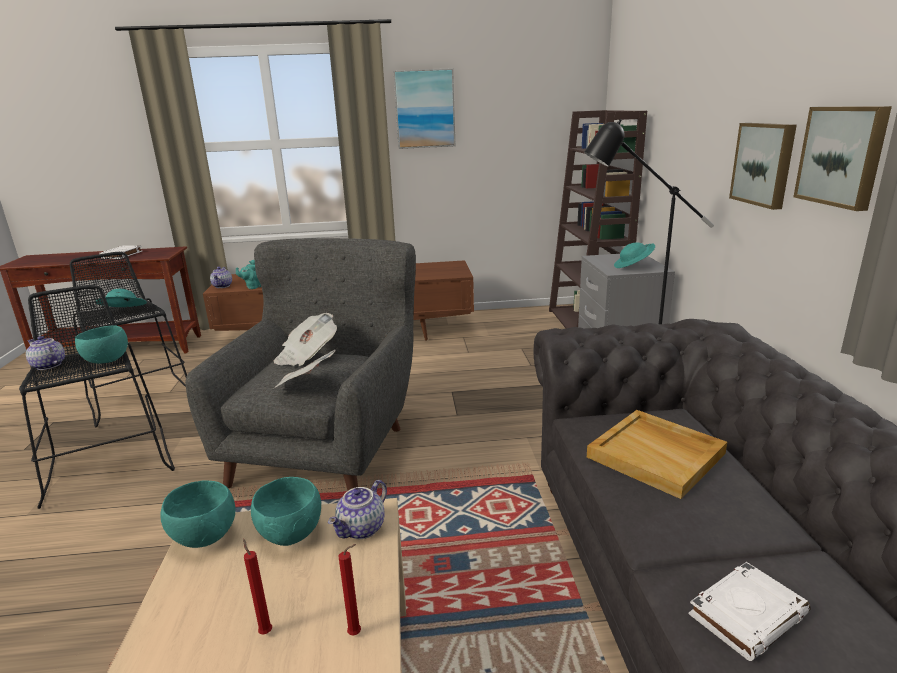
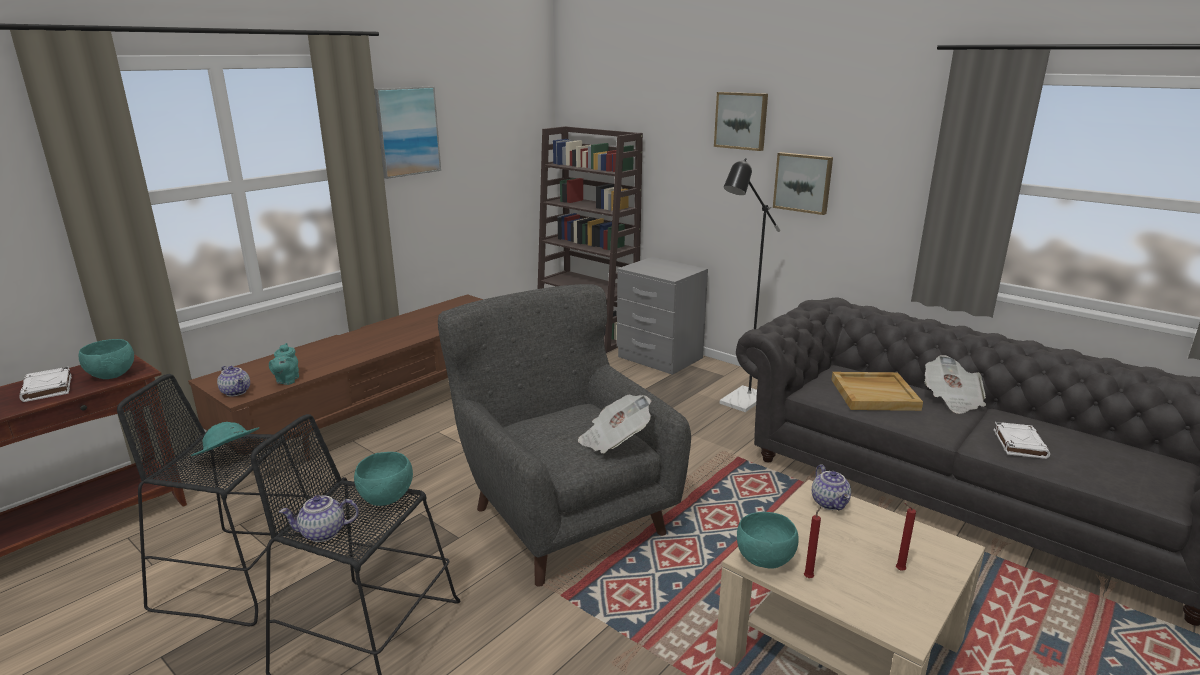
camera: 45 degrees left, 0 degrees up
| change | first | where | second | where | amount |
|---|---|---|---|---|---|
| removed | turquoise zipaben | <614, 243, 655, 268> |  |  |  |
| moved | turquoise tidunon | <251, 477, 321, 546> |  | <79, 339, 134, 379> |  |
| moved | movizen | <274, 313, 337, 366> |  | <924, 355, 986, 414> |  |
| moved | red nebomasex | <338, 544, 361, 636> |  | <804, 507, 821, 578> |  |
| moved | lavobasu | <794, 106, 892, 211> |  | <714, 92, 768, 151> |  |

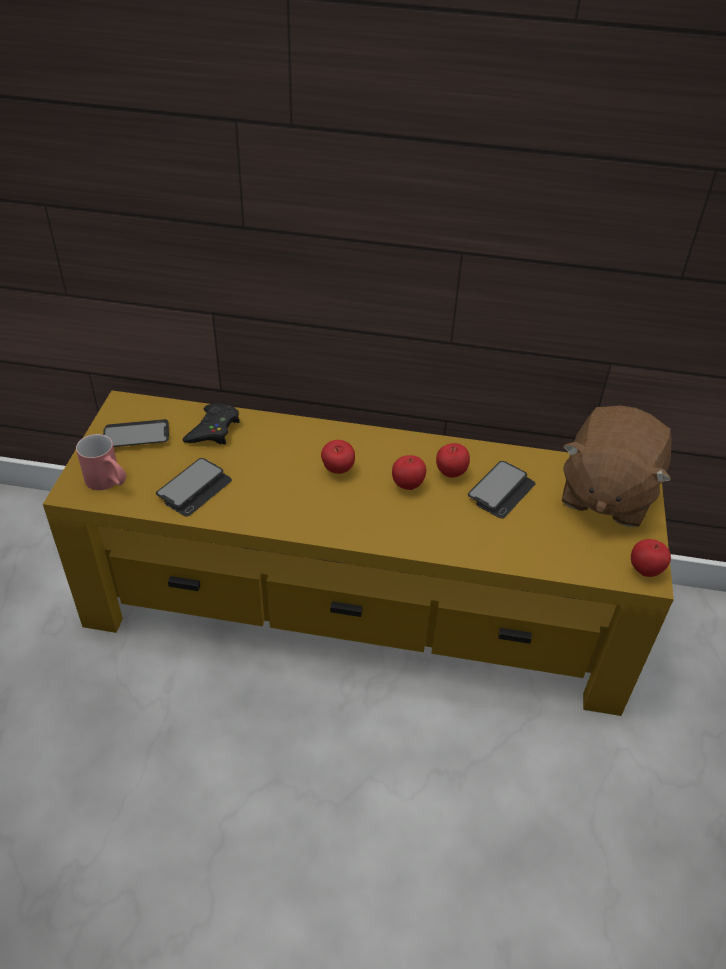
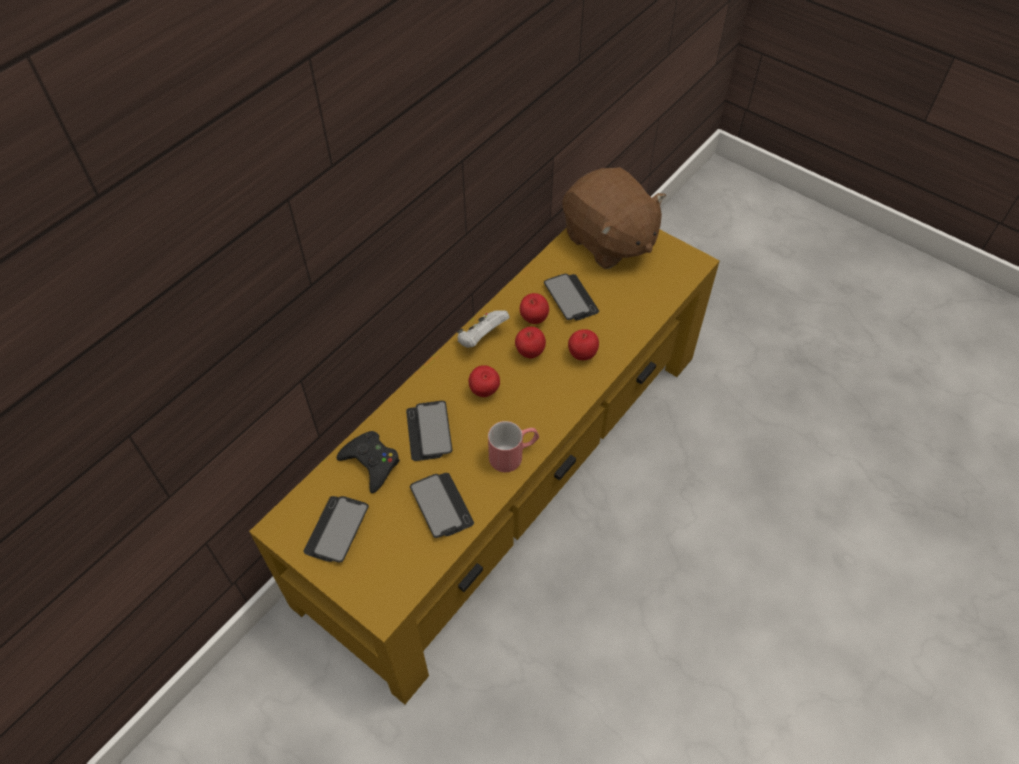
camera: 60 degrees left, 10 degrees up
| change | first | where | second | where | amount |
|---|---|---|---|---|---|
| added |  |  | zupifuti | <406, 401, 453, 461> |  |
| added |  |  | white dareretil | <457, 310, 510, 348> |  |
| moved | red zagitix | <76, 434, 126, 490> |  | <488, 421, 539, 472> |  |
| moved | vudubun | <631, 539, 671, 577> |  | <568, 329, 599, 360> |  |

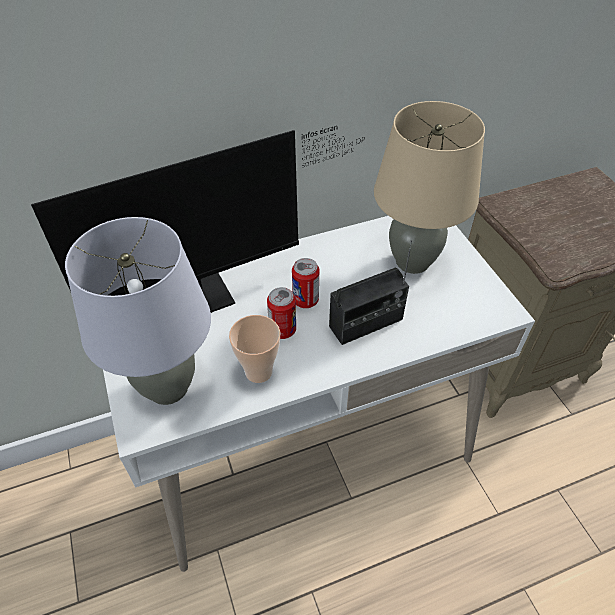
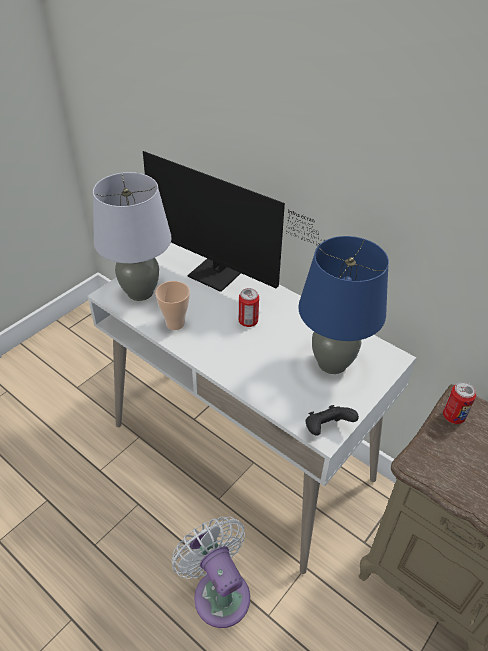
camera: 60 degrees right, 5 degrees down
| change | first | where | second | where | amount |
|---|---|---|---|---|---|
| removed | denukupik | <329, 240, 412, 345> |  |  |  |
| added |  |  | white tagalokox | <172, 516, 250, 628> |  |
| added |  |  | black dareretil | <305, 405, 359, 436> |  |
| moved | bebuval | <267, 287, 296, 339> |  | <443, 382, 476, 424> |  |
| recoloured | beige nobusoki | <374, 101, 485, 274> | blue nobusoki | <298, 236, 389, 374> |  |

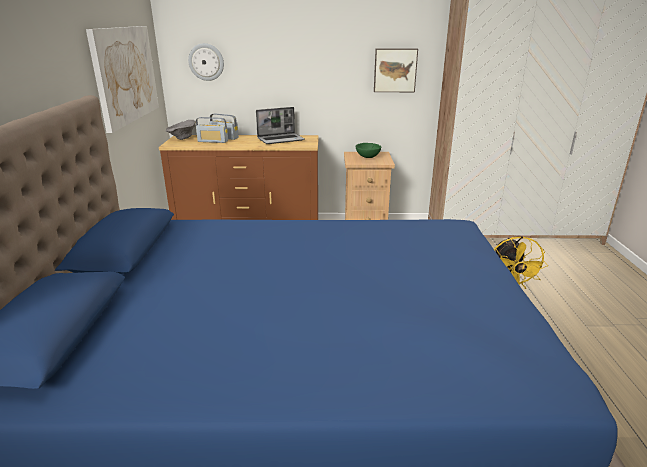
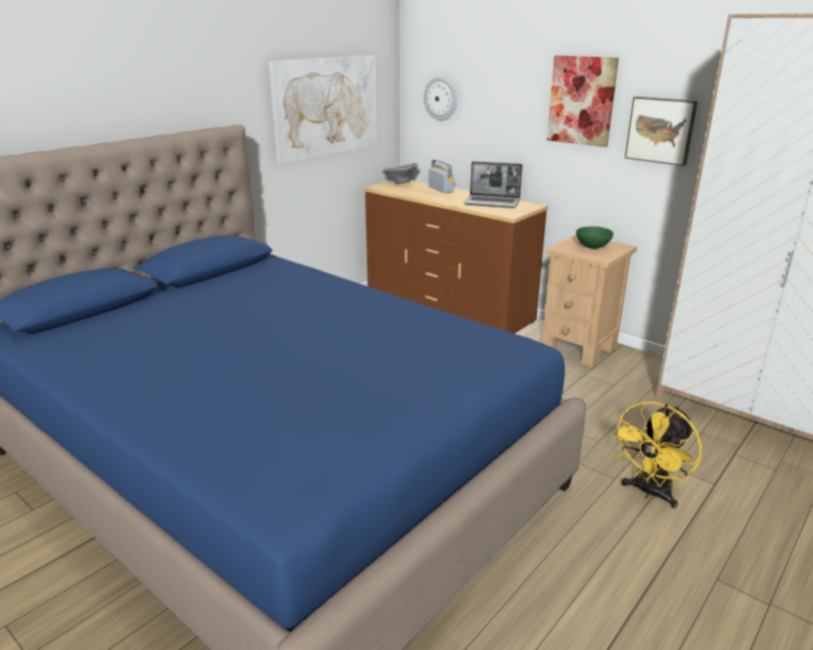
camera: 40 degrees right, 0 degrees up
| change | first | where | second | where | amount |
|---|---|---|---|---|---|
| removed | denukupik | <196, 117, 228, 143> |  |  |  |
| added |  |  | lavobasu | <547, 55, 619, 147> |  |

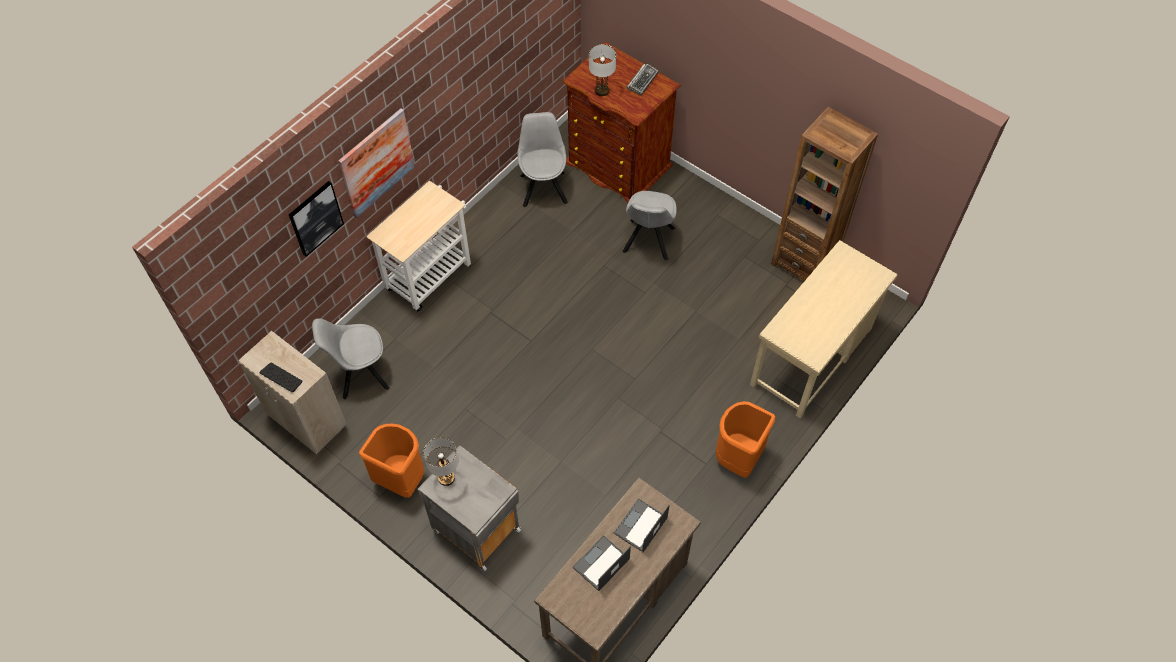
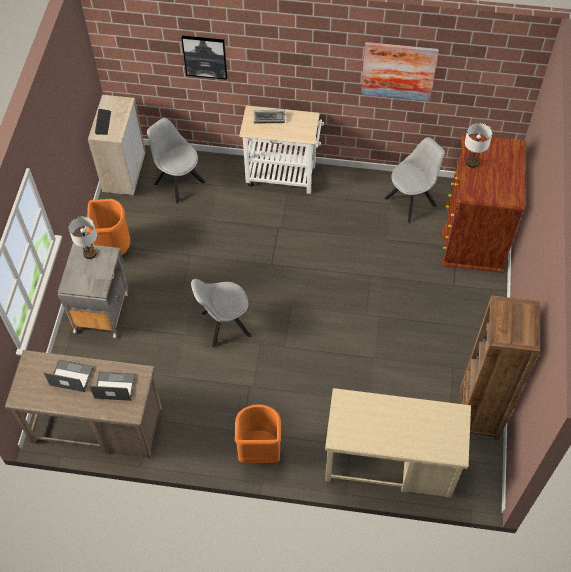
camera: 60 degrees right, 0 degrees up
| change | first | where | second | where | amount |
|---|---|---|---|---|---|
| moved | lavobasu | <338, 108, 415, 218> |  | <361, 42, 439, 102> |  |
| moved | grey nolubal | <623, 191, 677, 261> |  | <191, 279, 251, 347> |  |
| moved | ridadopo | <626, 64, 659, 96> |  | <254, 110, 285, 123> |  |

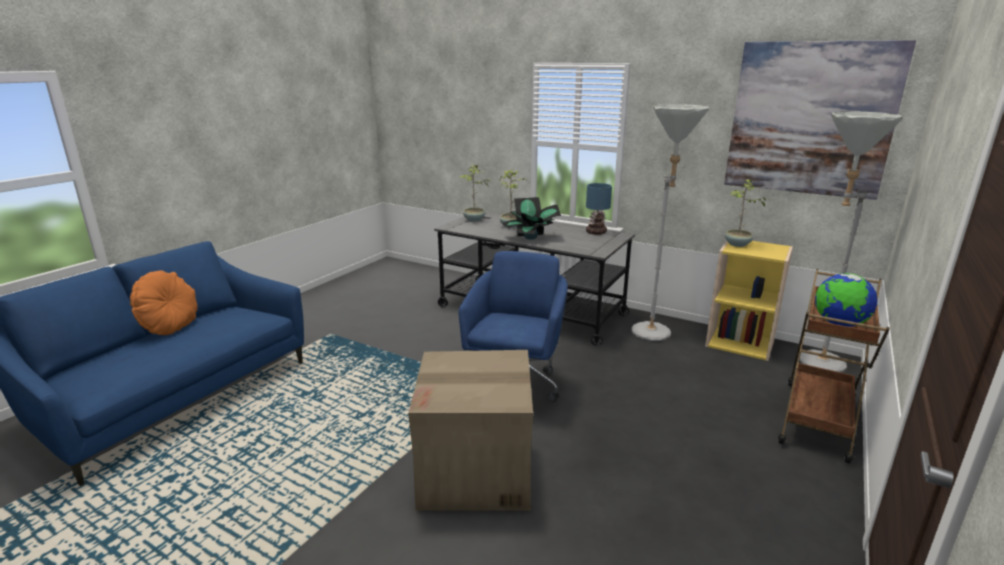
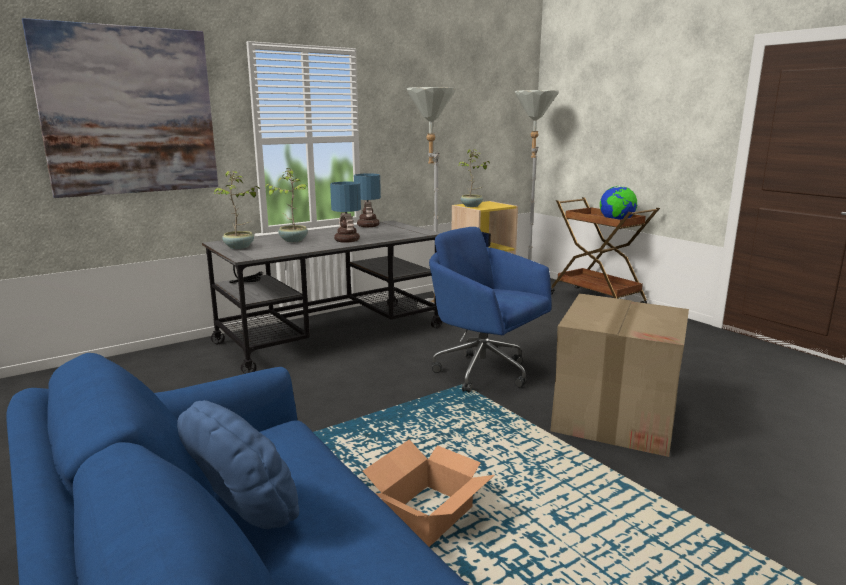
camera: 65 degrees left, 5 degrees down
| change | first | where | second | where | amount |
|---|---|---|---|---|---|
| added |  |  | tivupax | <363, 439, 495, 547> |  |
| moved | lavobasu | <724, 40, 916, 200> |  | <22, 18, 218, 198> |  |
| replaced | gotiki | <503, 197, 561, 239> | nobusoki | <330, 182, 361, 243> |  |
| recoloured | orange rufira | <130, 270, 198, 335> | blue rufira | <177, 400, 299, 529> |  |

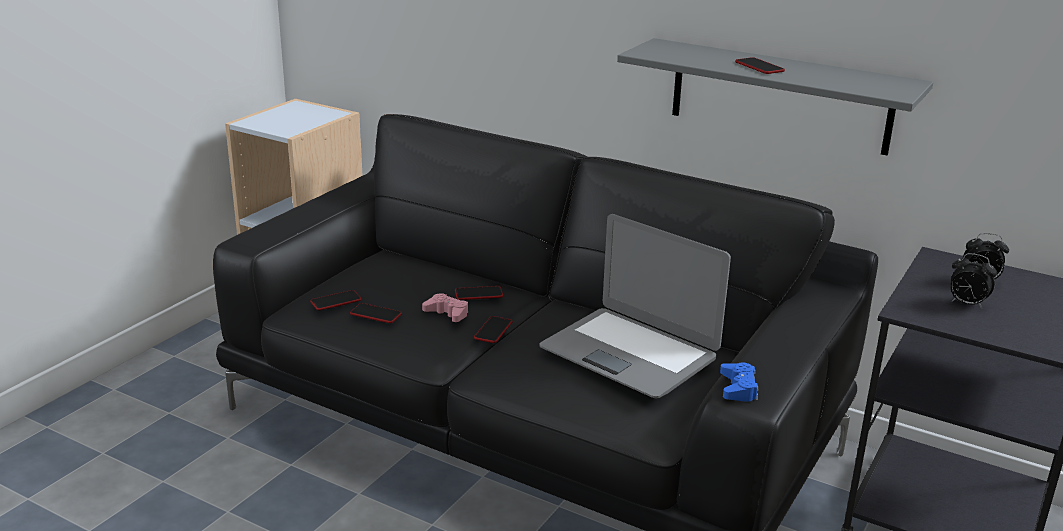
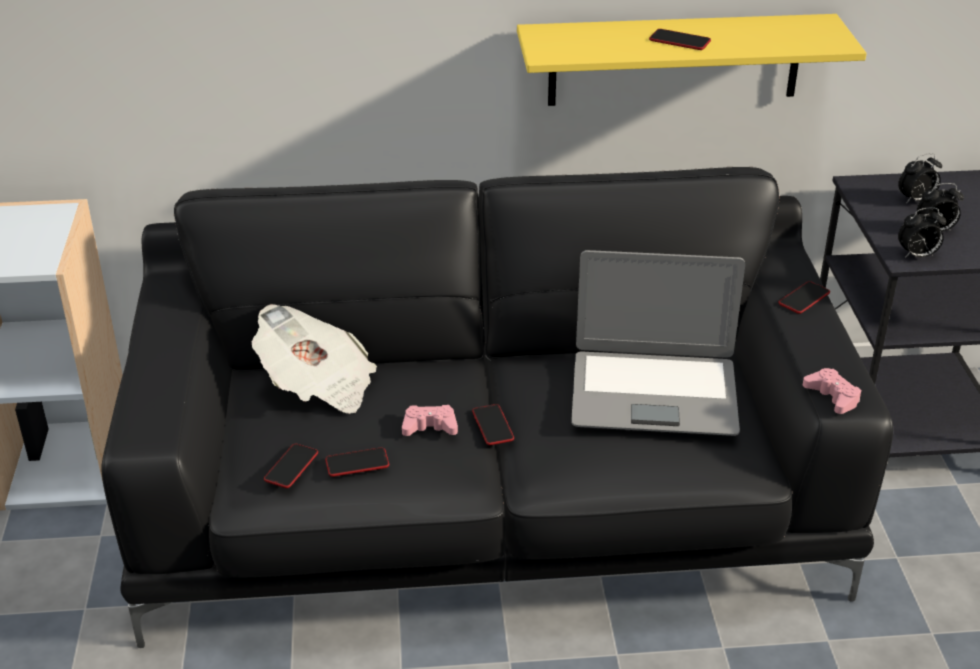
camera: 35 degrees left, 10 degrees up
| change | first | where | second | where | amount |
|---|---|---|---|---|---|
| added |  |  | movizen | <251, 304, 377, 414> |  |
| added |  |  | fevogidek | <898, 207, 946, 258> |  |
| moved | zupifuti | <455, 286, 503, 300> |  | <778, 281, 830, 314> |  |
| recoloured | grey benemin | <617, 38, 933, 155> | yellow benemin | <517, 14, 867, 106> |  |
| recoloured | blue dareretil | <720, 362, 759, 402> | pink dareretil | <803, 368, 861, 414> |  |

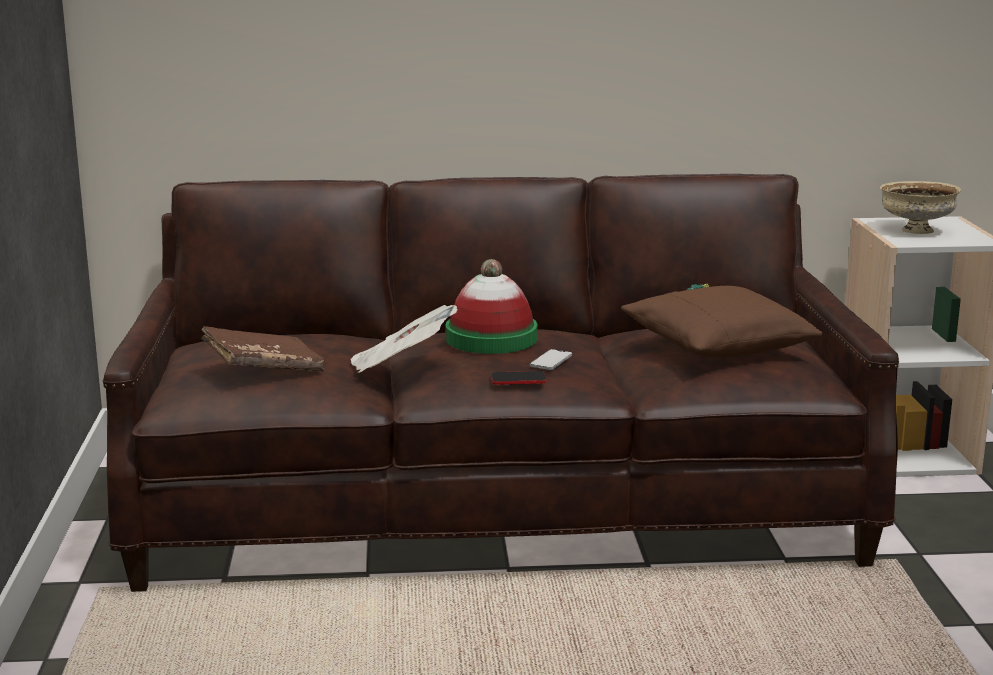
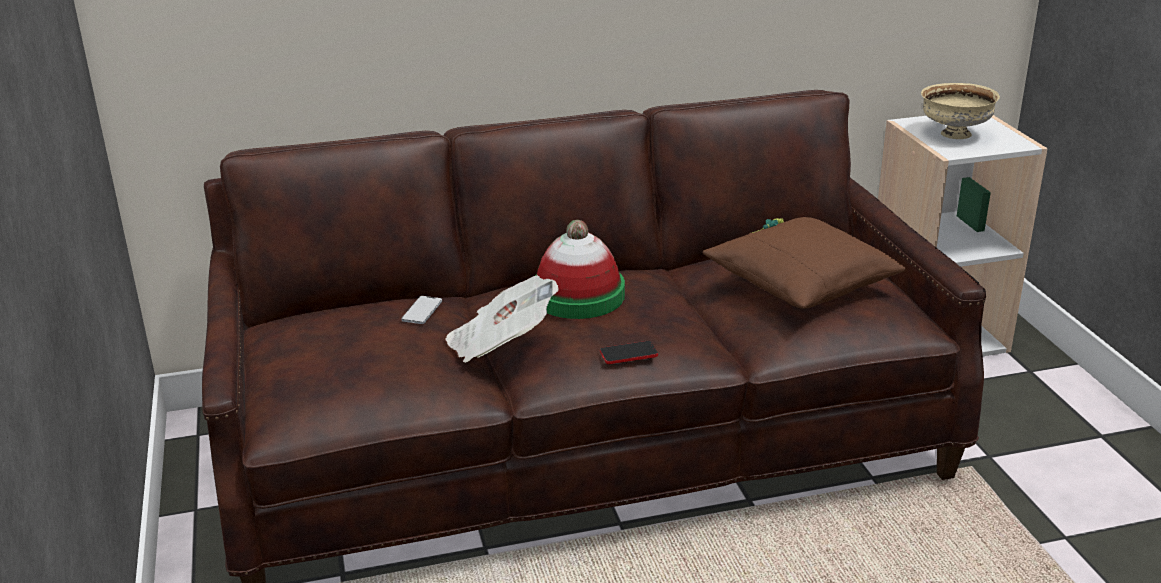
camera: 10 degrees left, 10 degrees up
| change | first | where | second | where | amount |
|---|---|---|---|---|---|
| removed | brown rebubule | <201, 326, 324, 372> |  |  |  |
| moved | zupifuti | <530, 349, 572, 370> |  | <401, 296, 442, 324> |  |

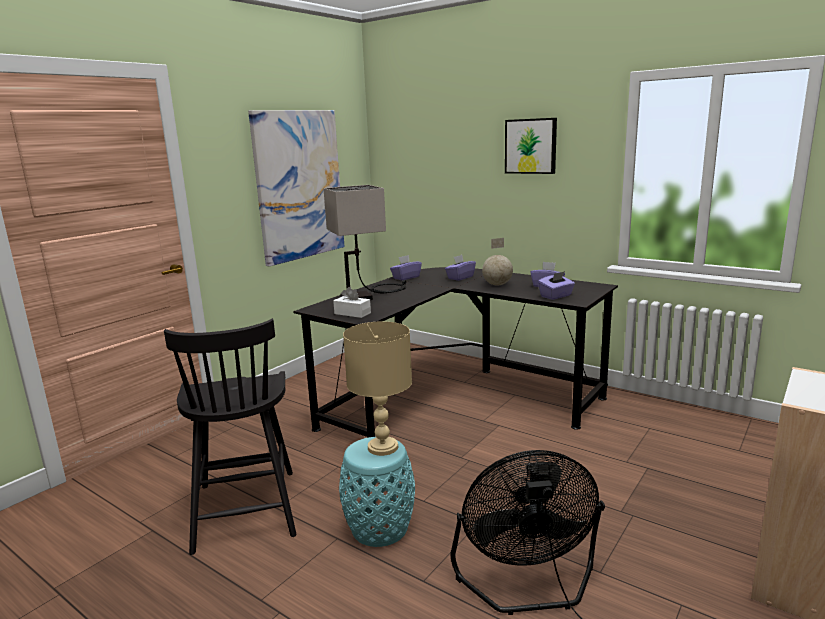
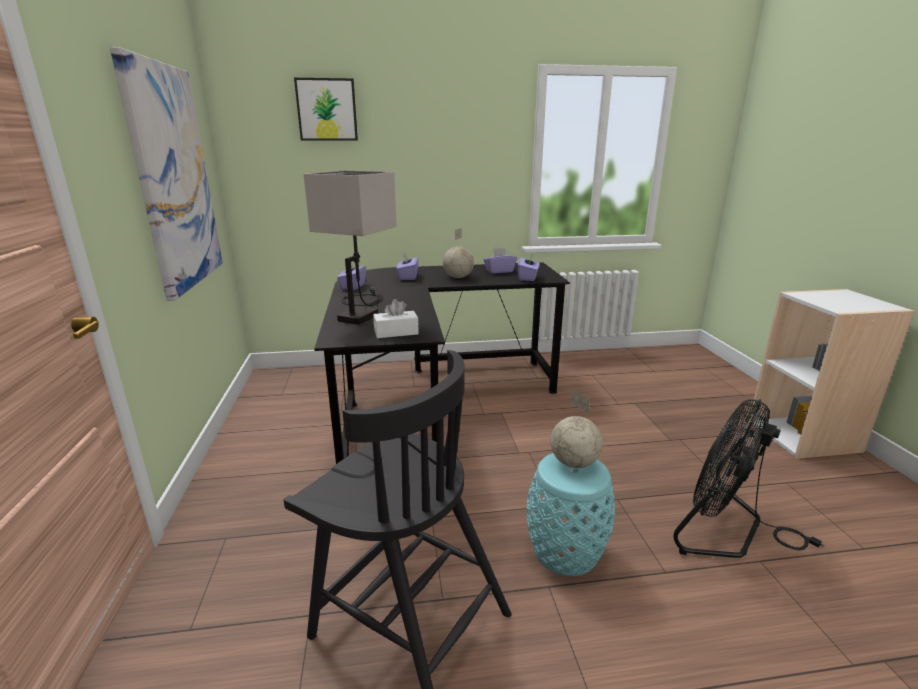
camera: 45 degrees left, 5 degrees up
| change | first | where | second | where | amount |
|---|---|---|---|---|---|
| moved | lavobasu | <505, 118, 557, 174> |  | <294, 78, 358, 140> |  |
| replaced | beige nobusoki | <343, 321, 412, 456> | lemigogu | <550, 389, 603, 468> |  |

